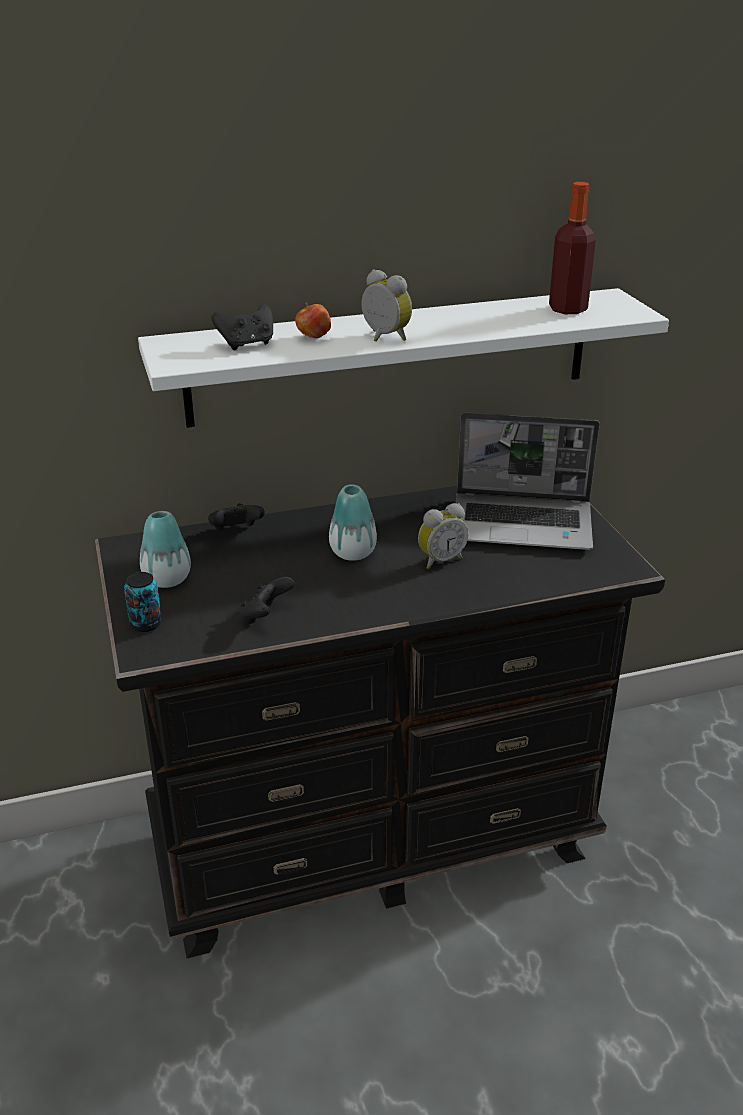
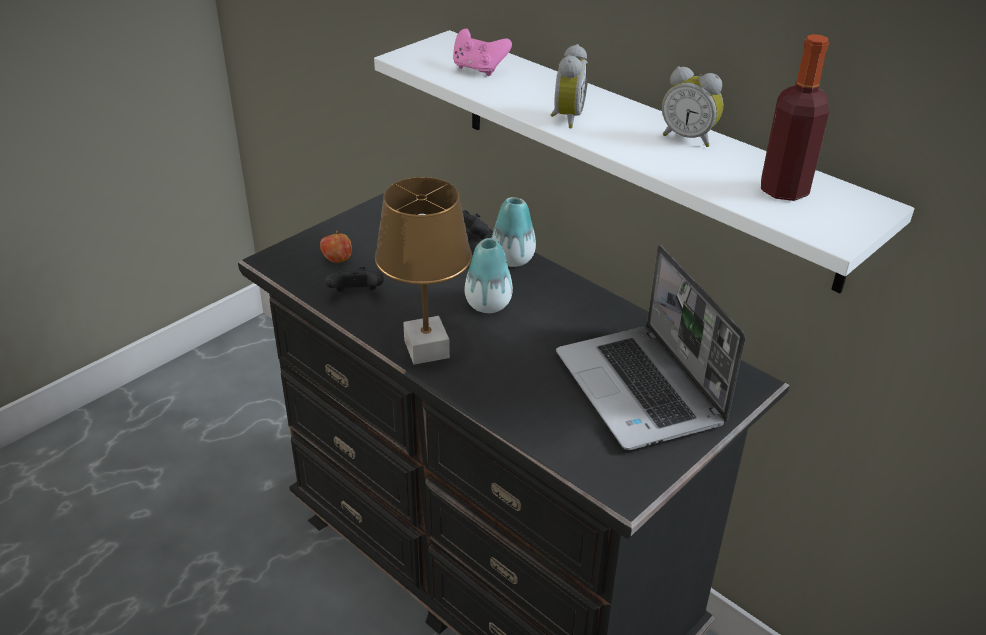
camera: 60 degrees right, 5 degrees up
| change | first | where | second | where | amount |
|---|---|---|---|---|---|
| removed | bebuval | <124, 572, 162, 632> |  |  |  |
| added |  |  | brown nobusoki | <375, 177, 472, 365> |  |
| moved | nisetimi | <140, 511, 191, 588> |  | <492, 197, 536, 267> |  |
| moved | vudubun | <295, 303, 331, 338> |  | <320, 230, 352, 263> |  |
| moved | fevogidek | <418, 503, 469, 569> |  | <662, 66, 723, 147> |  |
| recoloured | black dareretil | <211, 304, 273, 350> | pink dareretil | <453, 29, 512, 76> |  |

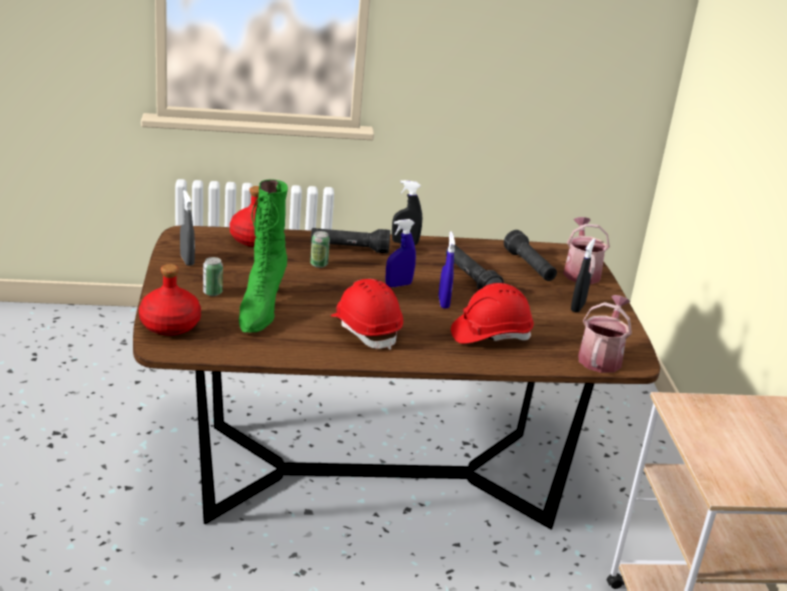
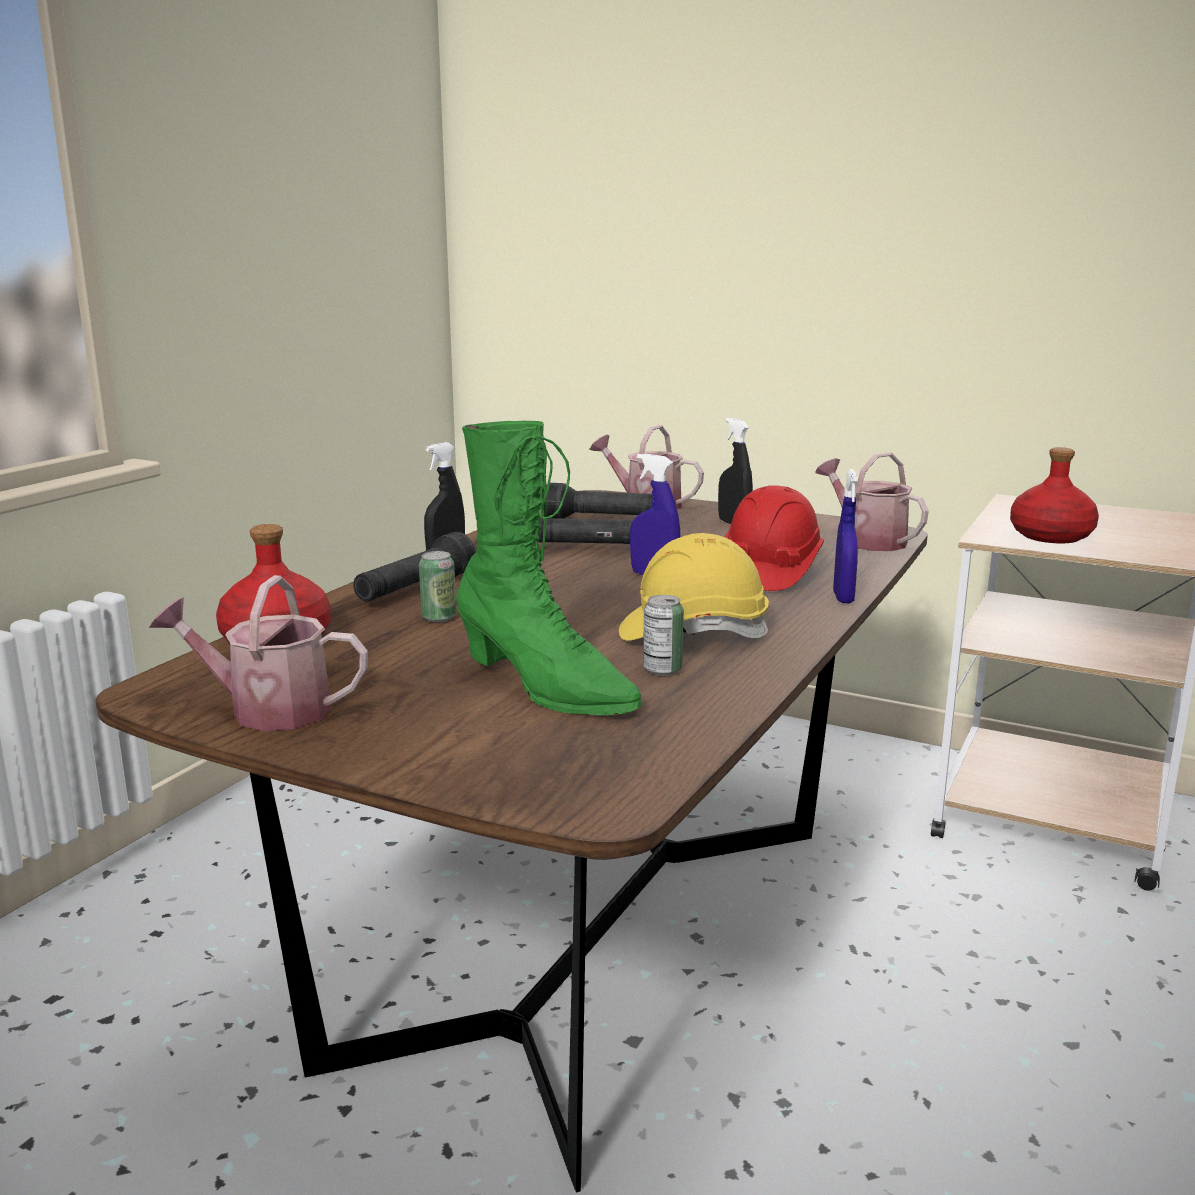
camera: 55 degrees left, 10 degrees down
| change | first | where | second | where | amount |
|---|---|---|---|---|---|
| moved | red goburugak | <139, 264, 201, 336> |  | <1010, 447, 1099, 543> |  |
| moved | bebuval | <203, 257, 223, 296> |  | <643, 595, 684, 676> |  |
| moved | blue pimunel | <386, 219, 416, 287> |  | <833, 469, 858, 603> |  |
| replaced | grey pimunel | <180, 190, 195, 266> | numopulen | <149, 575, 368, 731> |  |
| recoloured | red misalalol | <331, 279, 403, 350> | yellow misalalol | <619, 533, 769, 641> |  |

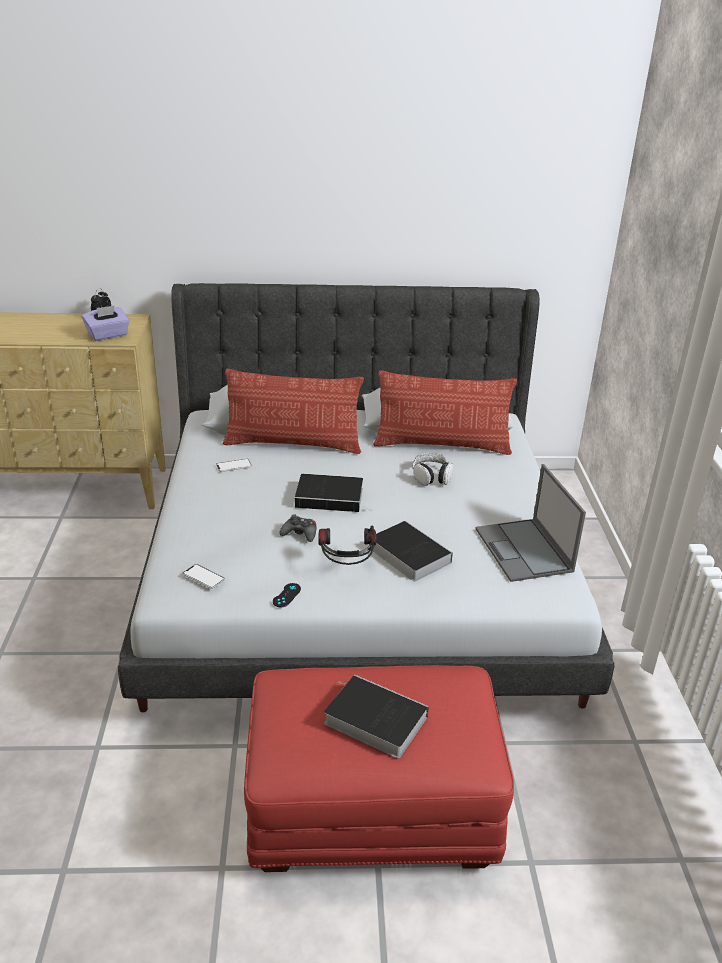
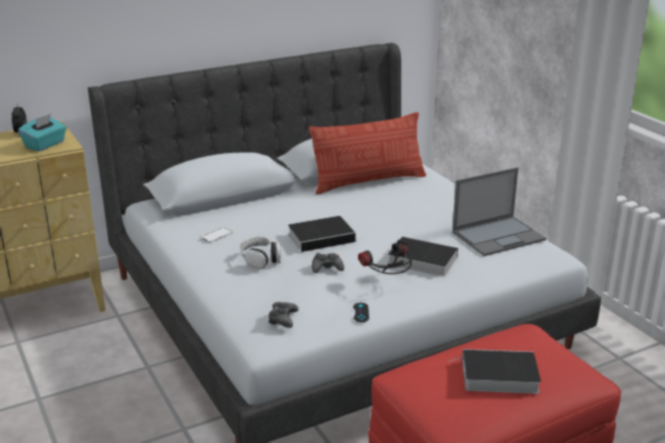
camera: 25 degrees left, 5 degrees down
| change | first | where | second | where | amount |
|---|---|---|---|---|---|
| removed | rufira | <223, 369, 364, 454> |  |  |  |
| moved | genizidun | <412, 453, 453, 486> |  | <240, 237, 281, 269> |  |
| replaced | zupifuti | <183, 564, 225, 589> | black dareretil | <268, 302, 299, 328> |  |
| recoloured | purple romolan | <82, 305, 130, 341> | turquoise romolan | <18, 114, 67, 151> |  |
| turned | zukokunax | <475, 464, 586, 582> |  | <452, 167, 546, 256> | 75 degrees counterclockwise |

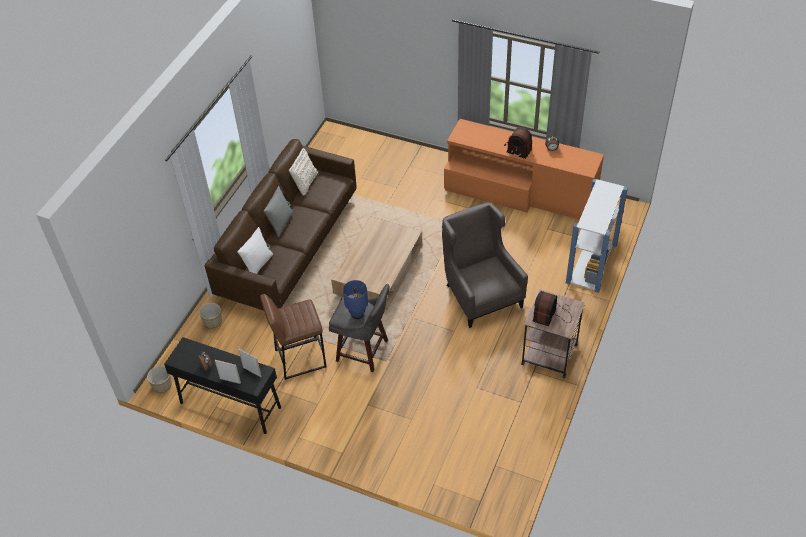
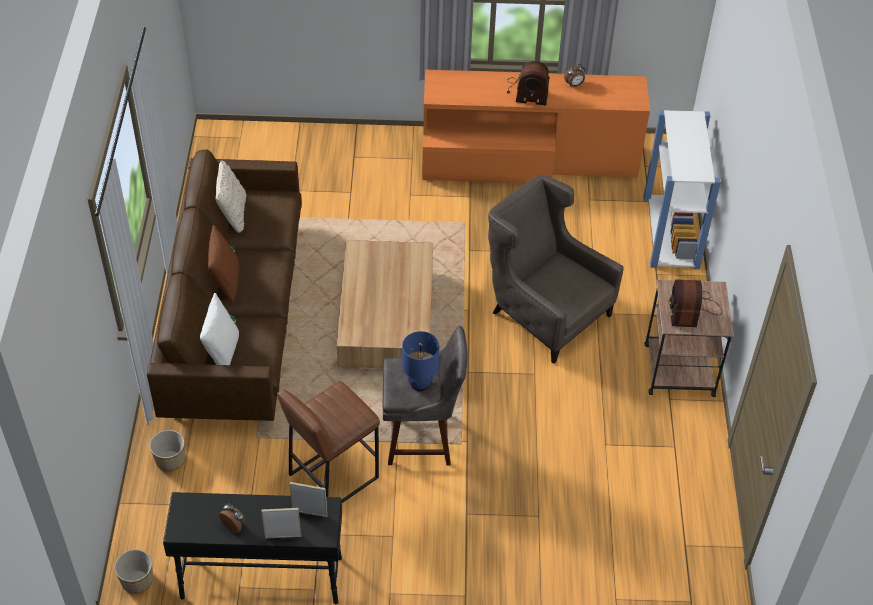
camera: 25 degrees left, 0 degrees up
| change | first | where | second | where | amount |
|---|---|---|---|---|---|
| recoloured | grey rufira | <264, 186, 293, 237> | brown rufira | <208, 225, 239, 303> |  |

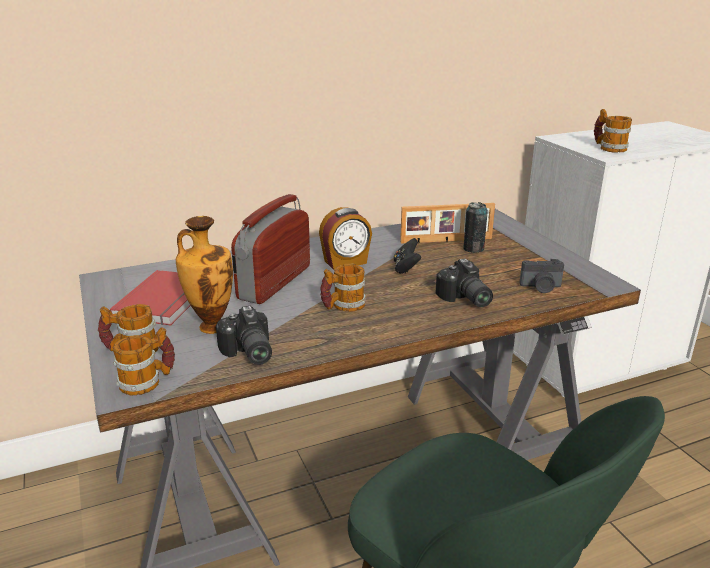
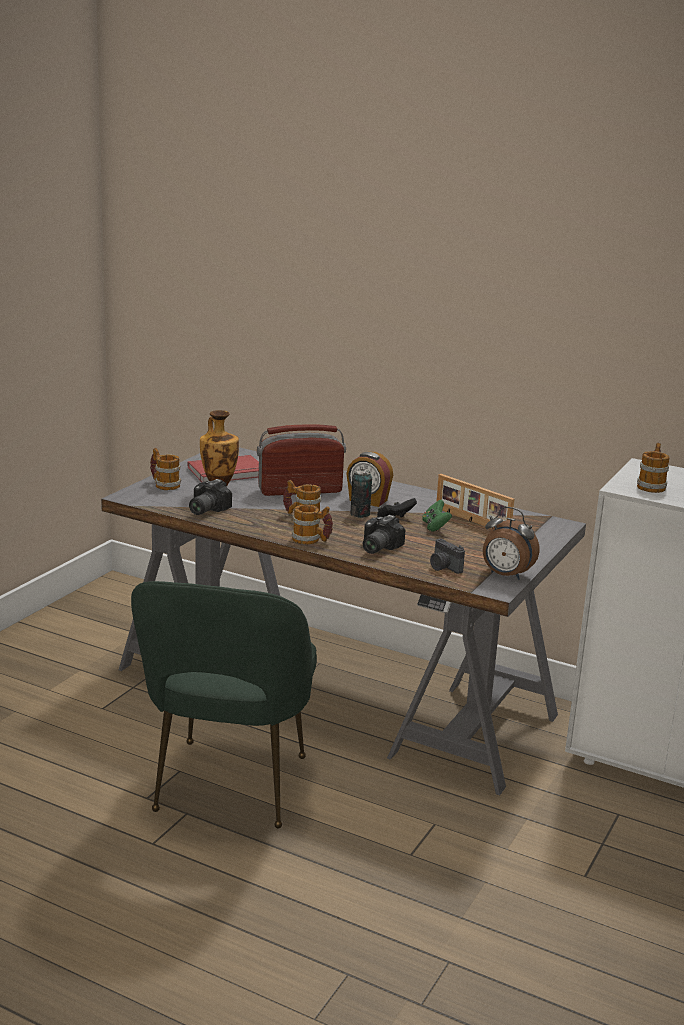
camera: 50 degrees right, 5 degrees down
| change | first | where | second | where | amount |
|---|---|---|---|---|---|
| added |  |  | green dareretil | <422, 500, 452, 532> |  |
| added |  |  | fevogidek | <483, 507, 539, 580> |  |
| moved | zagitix | <113, 327, 175, 395> |  | <292, 505, 333, 545> |  |
| moved | bebuval | <463, 202, 488, 253> |  | <350, 469, 372, 518> |  |

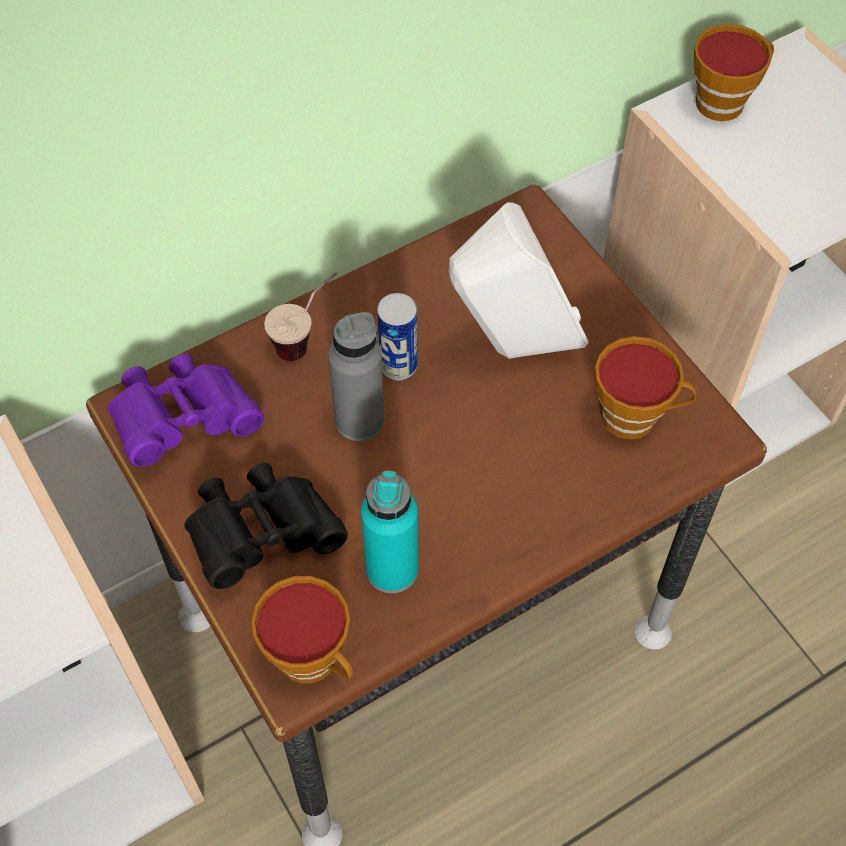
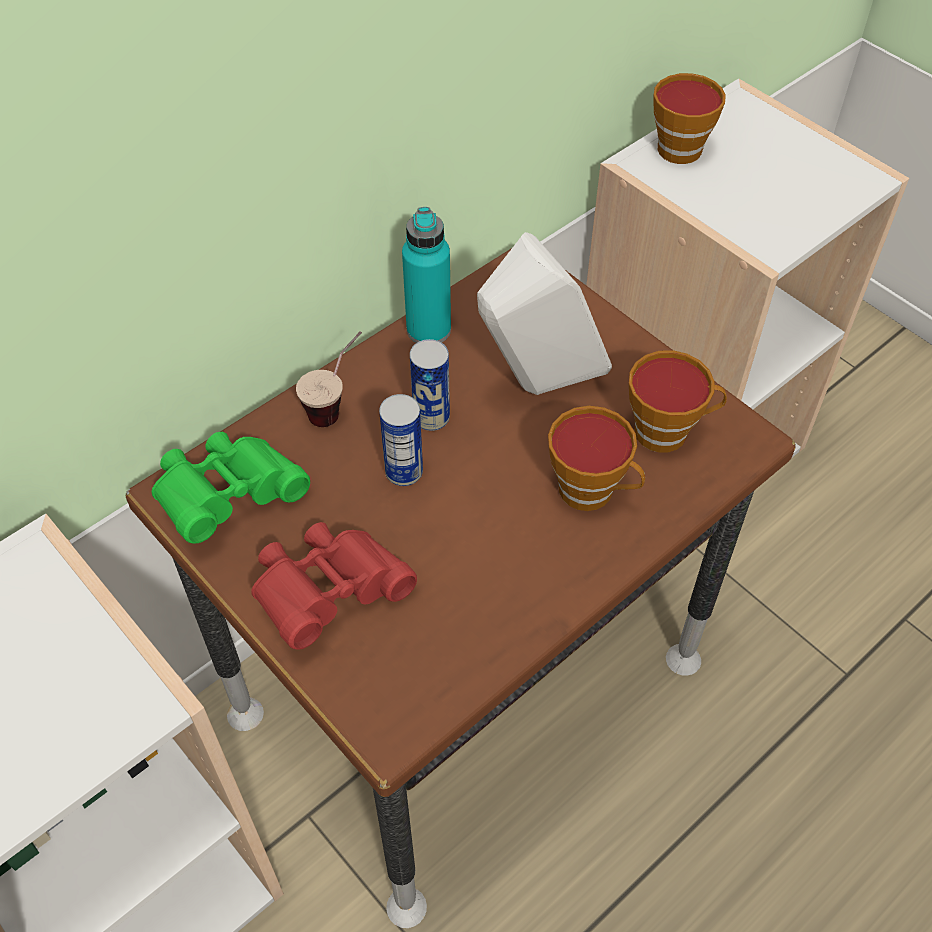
camera: 10 degrees left, 5 degrees down
| change | first | where | second | where | amount |
|---|---|---|---|---|---|
| moved | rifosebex | <251, 576, 353, 684> |  | <548, 406, 645, 511> |  |
| moved | turquoise goburugak | <361, 471, 418, 593> |  | <402, 207, 451, 343> |  |
| replaced | grey goburugak | <328, 312, 384, 441> | bebuval | <379, 394, 423, 486> |  |
| recoloured | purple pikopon | <107, 354, 264, 467> | green pikopon | <152, 432, 310, 544> |  |
| recoloured | black pikopon | <184, 463, 348, 589> | red pikopon | <251, 522, 417, 650> |  |

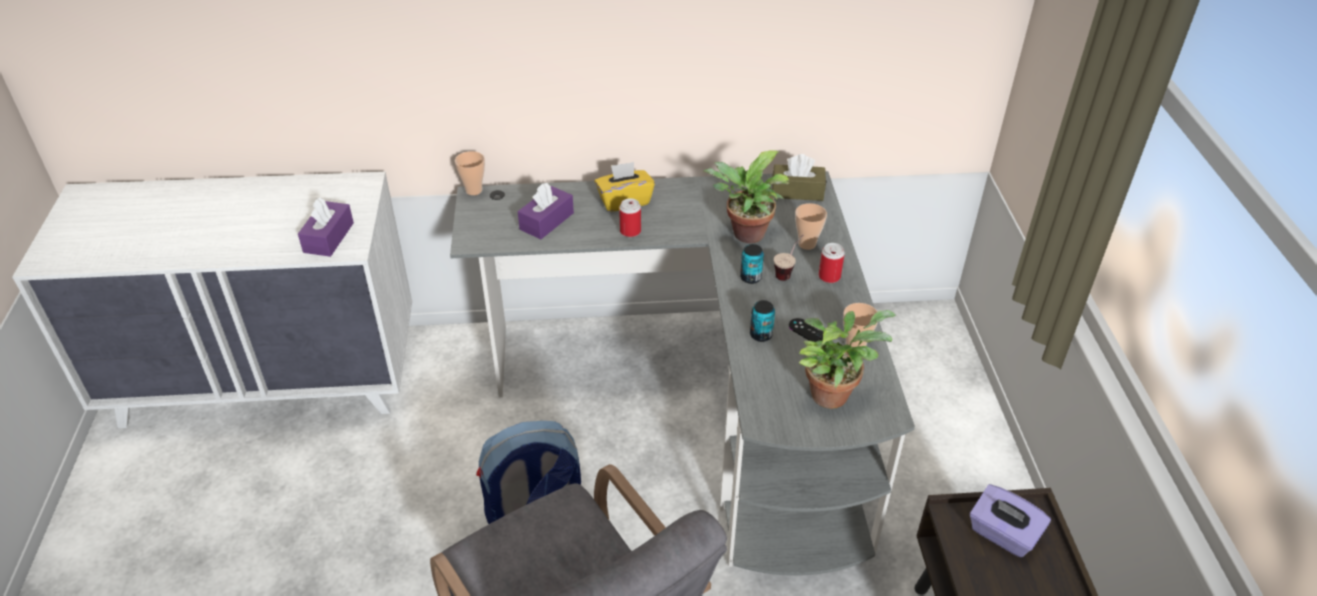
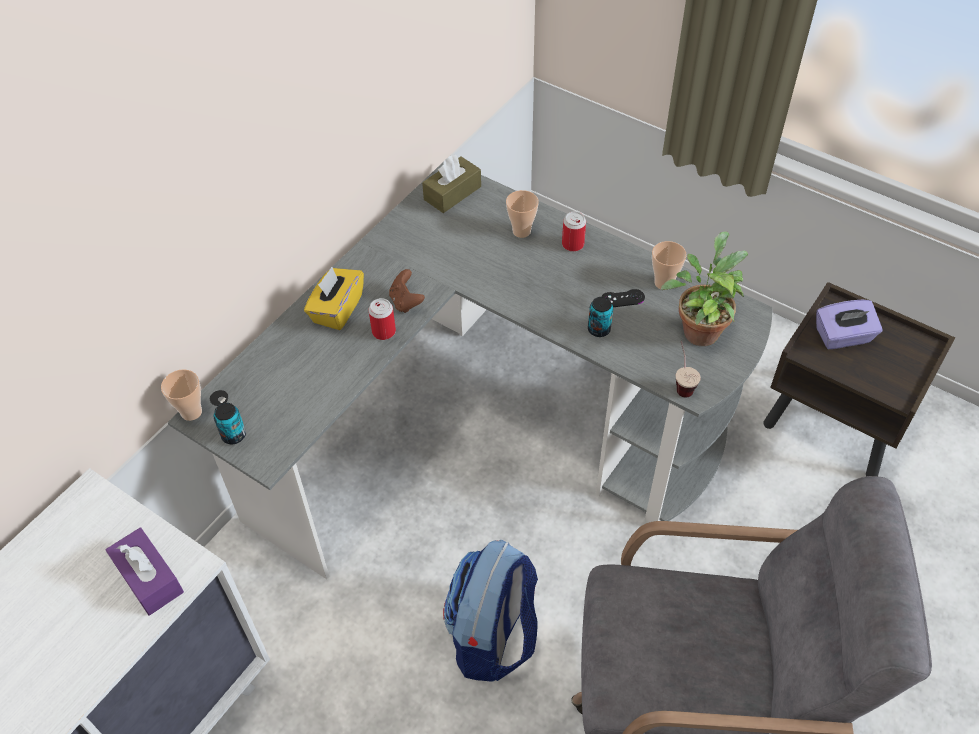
camera: 50 degrees left, 10 degrees up
| change | first | where | second | where | amount |
|---|---|---|---|---|---|
| removed | purple romolan | <518, 183, 574, 239> |  |  |  |
| removed | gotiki | <702, 150, 790, 243> |  |  |  |
| added |  |  | brown dareretil | <389, 269, 425, 313> |  |
| moved | bebuval | <740, 244, 764, 284> |  | <214, 403, 246, 444> |  |
| moved | rifosebex | <774, 235, 803, 281> |  | <676, 341, 701, 398> |  |

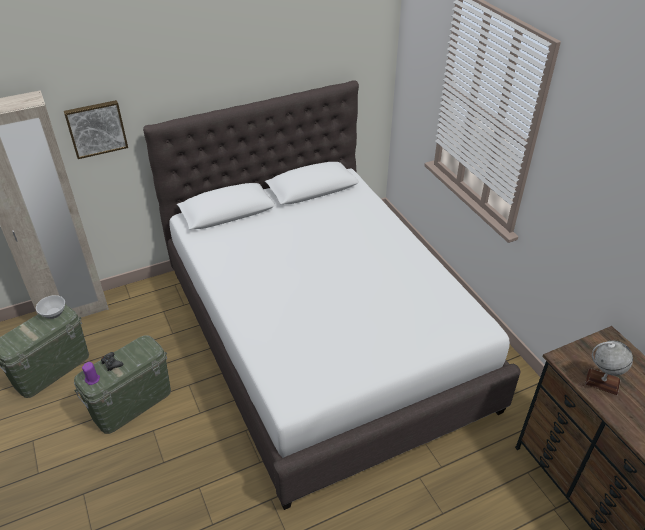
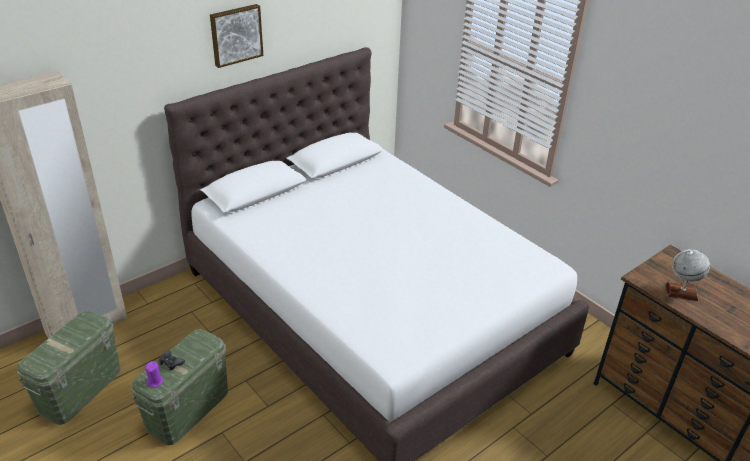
camera: 15 degrees left, 5 degrees down
| change | first | where | second | where | amount |
|---|---|---|---|---|---|
| removed | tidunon | <36, 295, 65, 319> |  |  |  |
| moved | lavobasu | <64, 100, 128, 159> |  | <210, 4, 263, 68> |  |

